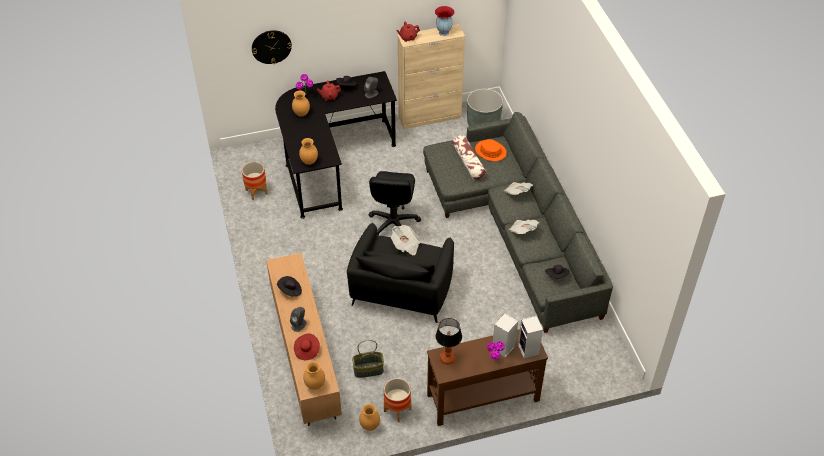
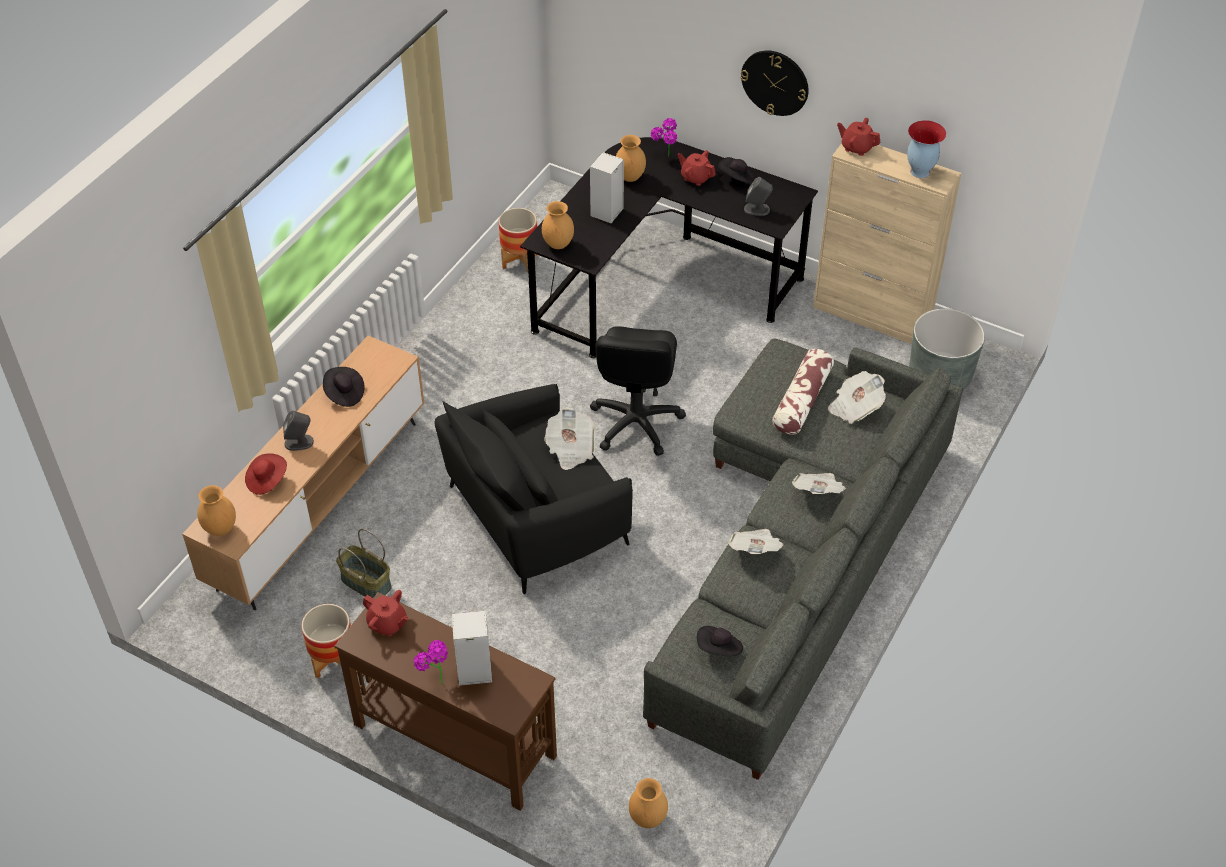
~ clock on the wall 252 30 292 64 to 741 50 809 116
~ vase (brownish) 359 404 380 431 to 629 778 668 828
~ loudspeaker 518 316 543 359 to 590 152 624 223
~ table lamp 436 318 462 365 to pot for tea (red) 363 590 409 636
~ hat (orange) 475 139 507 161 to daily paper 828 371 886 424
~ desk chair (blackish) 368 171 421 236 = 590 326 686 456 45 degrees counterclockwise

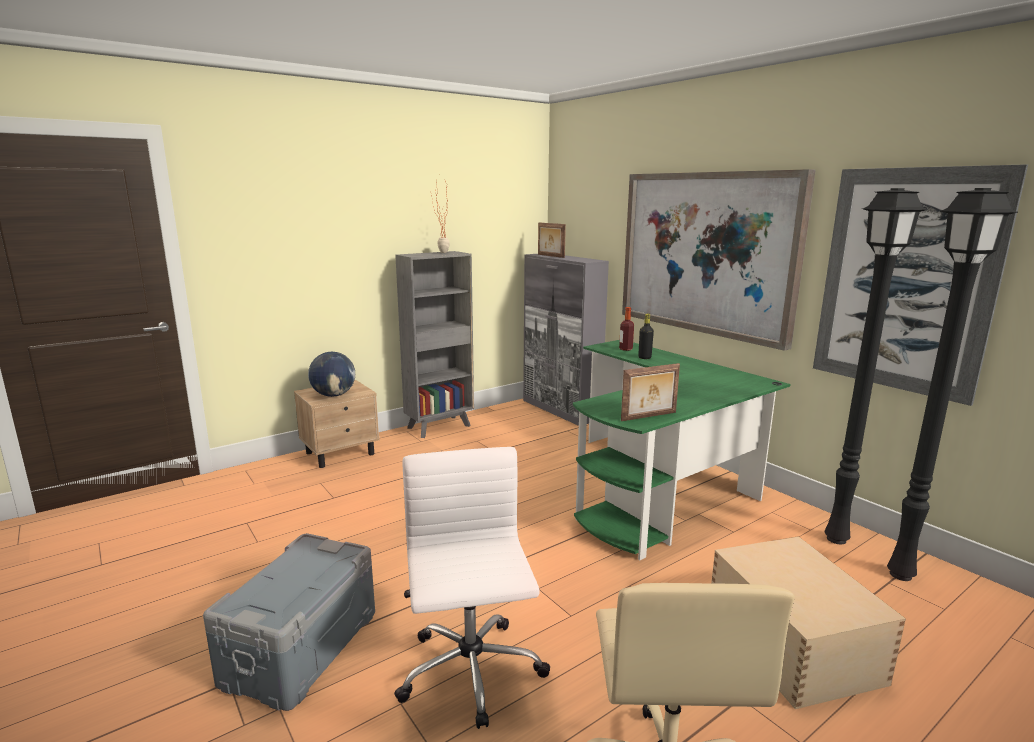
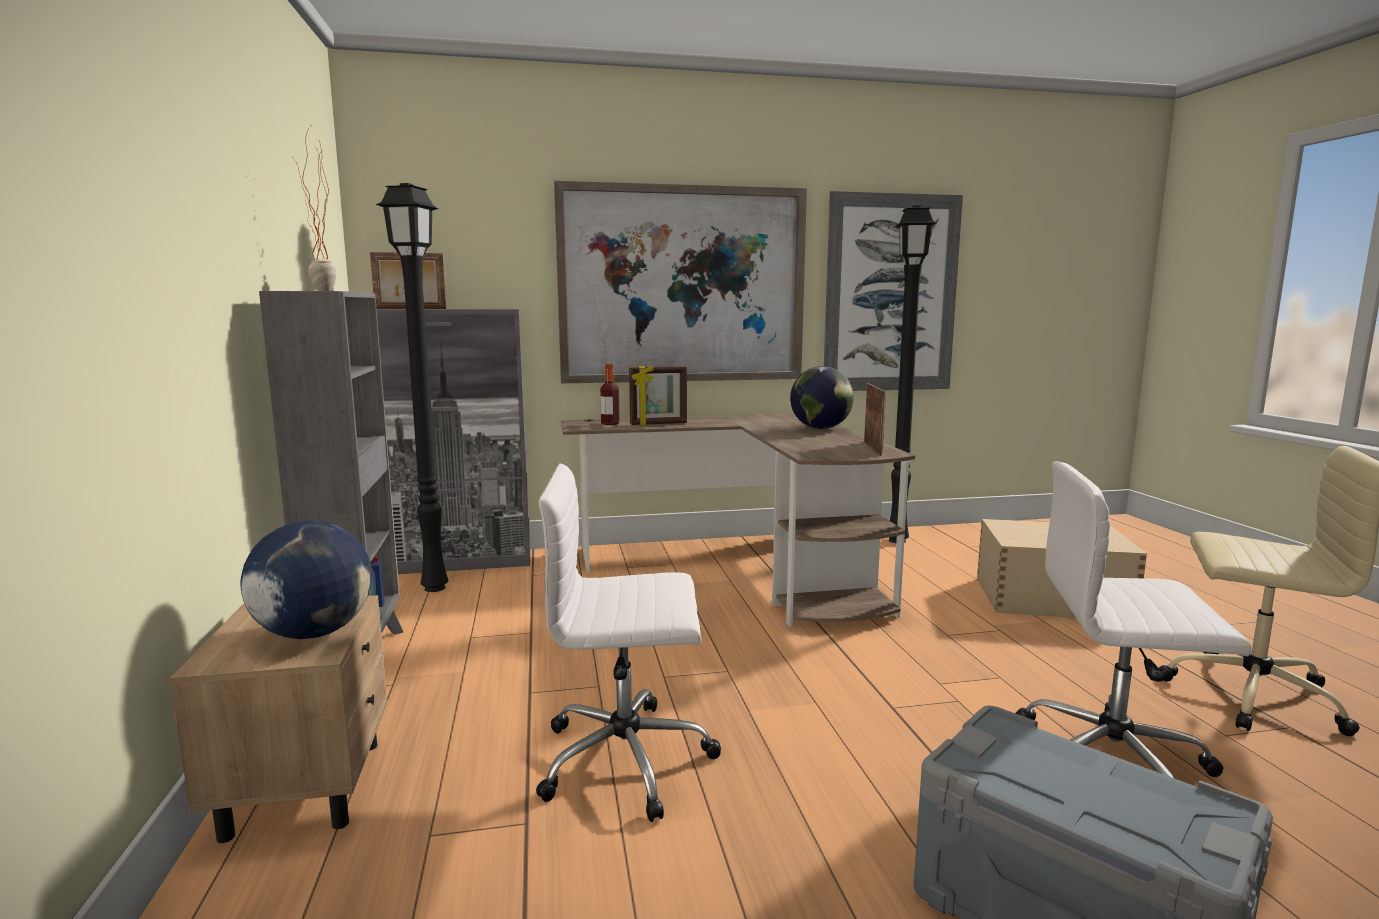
+ desk chair (white) 536 463 721 822
+ world globe 790 366 854 429
~ floor lamp (blackish) 887 188 1018 581 to 376 183 448 592
~ bottle (blackish) 638 314 654 359 to picture frame 629 365 687 425
~ desk table (greenish) 573 340 791 560 to desk table (brownish) 561 413 915 627

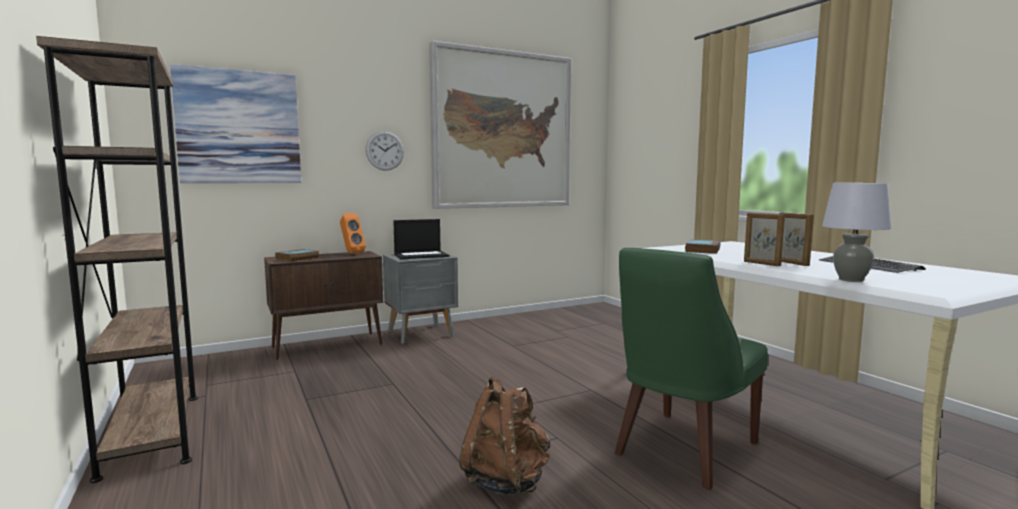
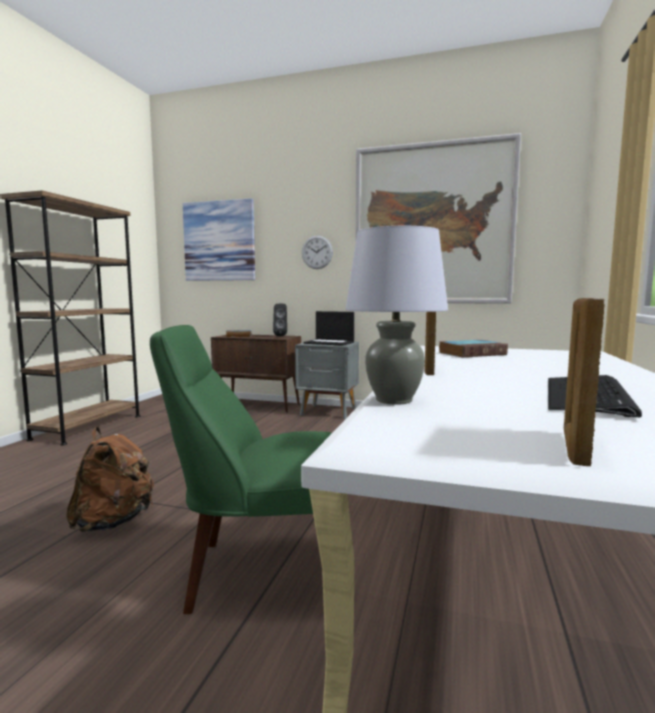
~ picture frame 779 212 814 266 to 564 298 605 466
~ loudspeaker (orange) 340 213 366 254 to loudspeaker (blackish) 273 304 287 337

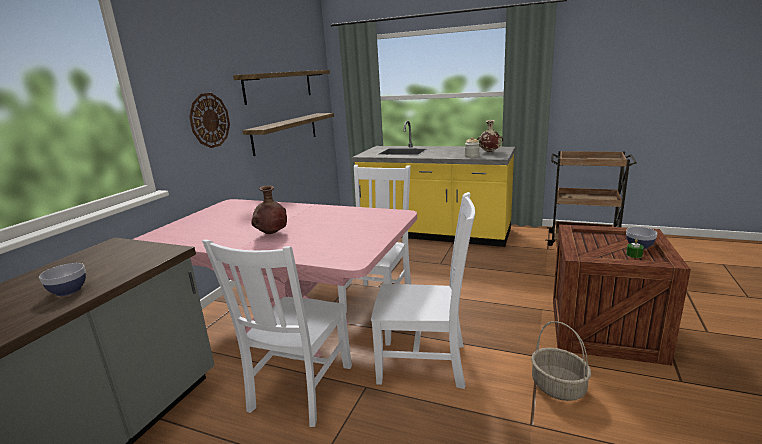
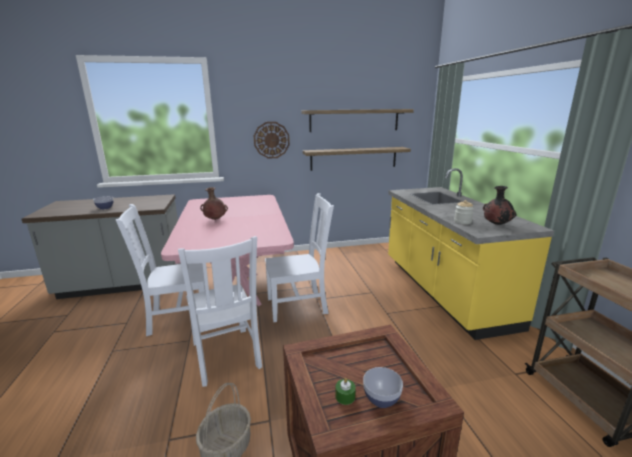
~ vase (beige) 477 120 503 152 to vase (blackish) 483 186 516 225

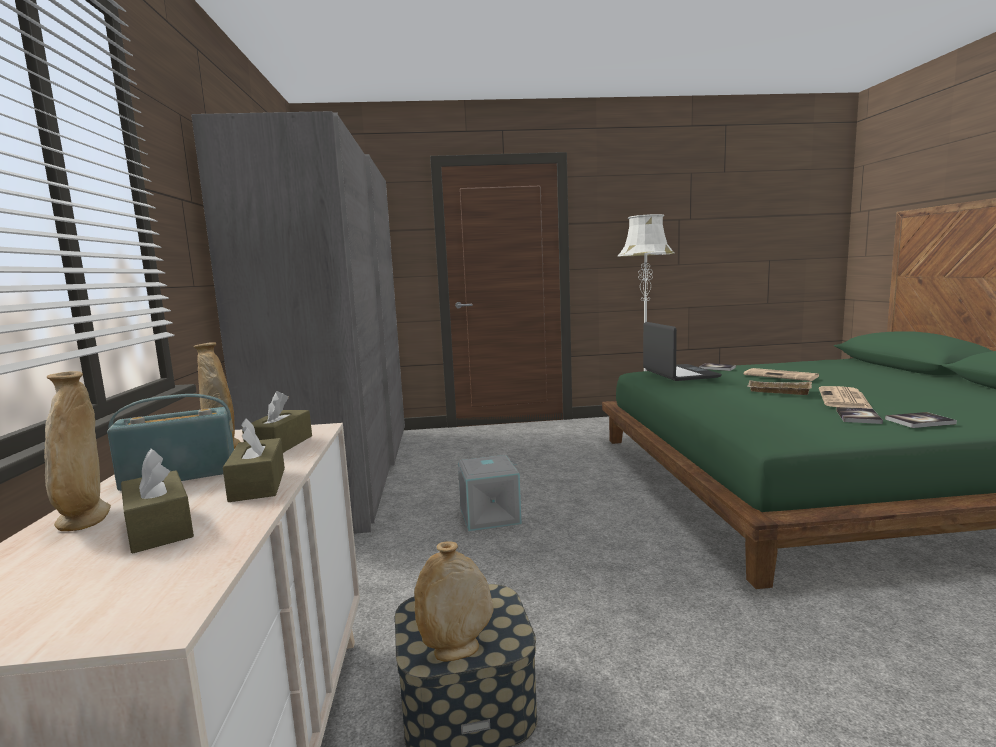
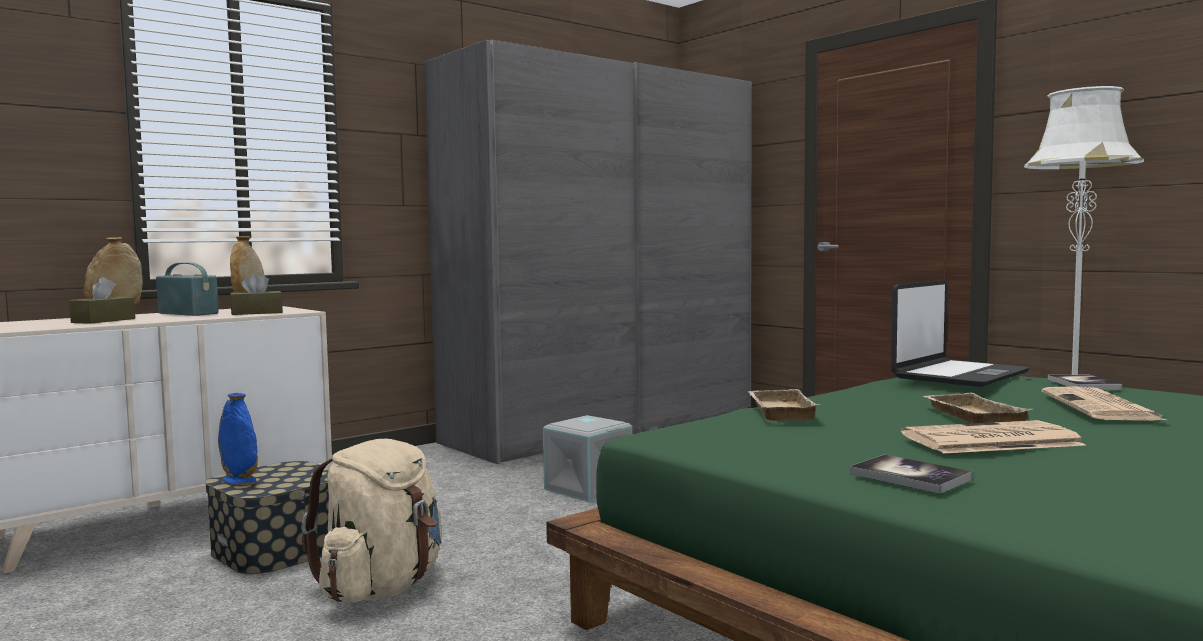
- tissue box (brownish) 223 418 285 502
- book 836 407 883 424
+ rucksack (beige) 301 439 442 602
+ tray (beige) 747 389 820 421
~ vase (beige) 414 542 494 662 to vase (bluish) 218 393 258 486

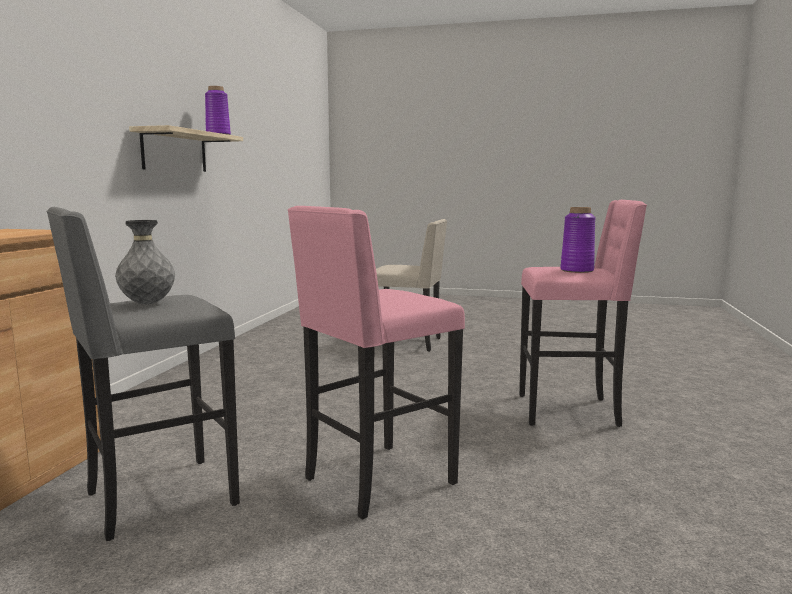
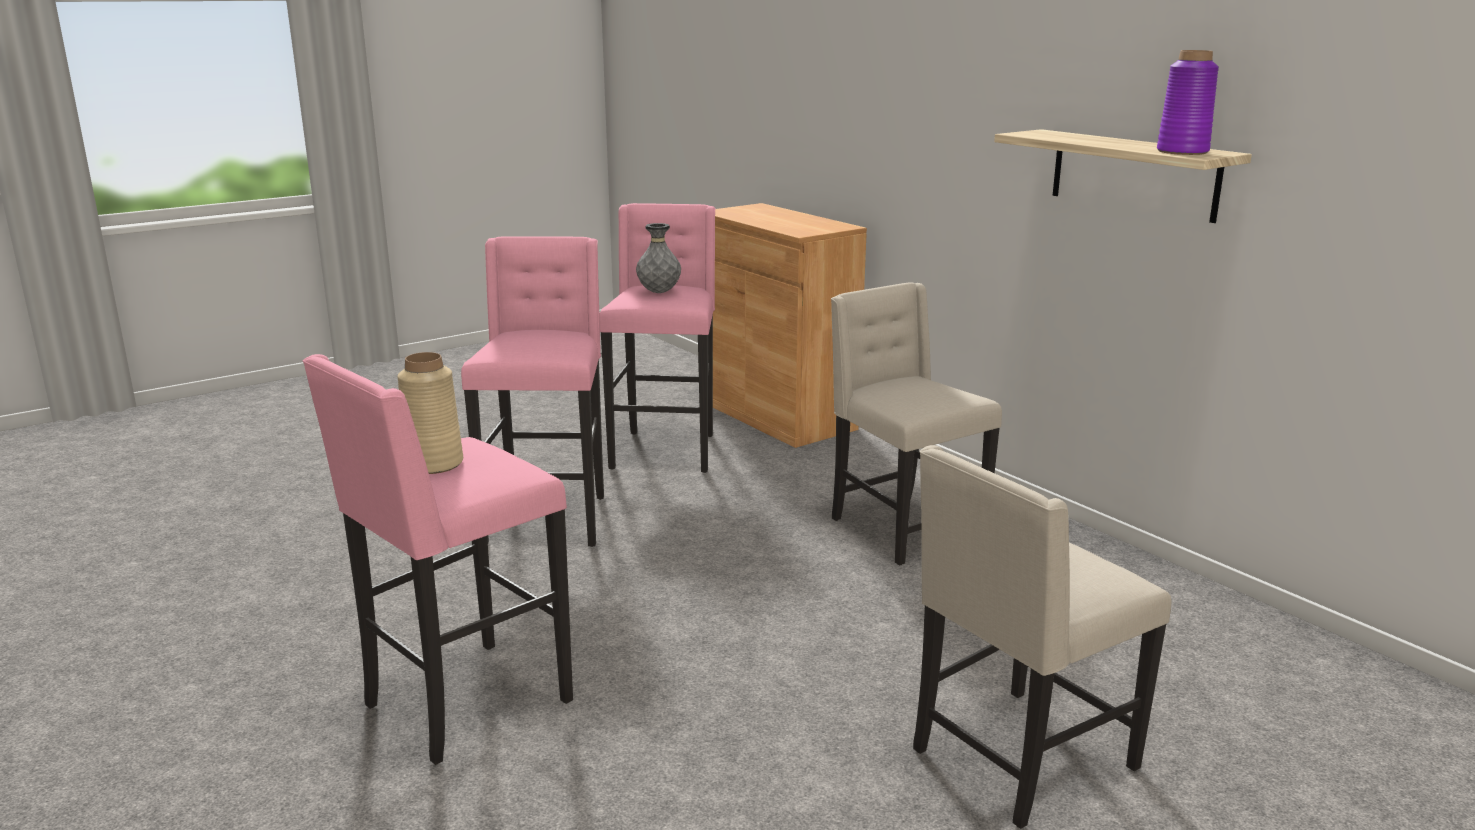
+ chair (beige) 831 282 1002 565
~ sitting stool (gray) 46 207 240 541 to sitting stool (pink-coloured) 599 203 715 473
~ vase (purple-coloured) 560 207 596 273 to vase (beige) 397 352 463 474

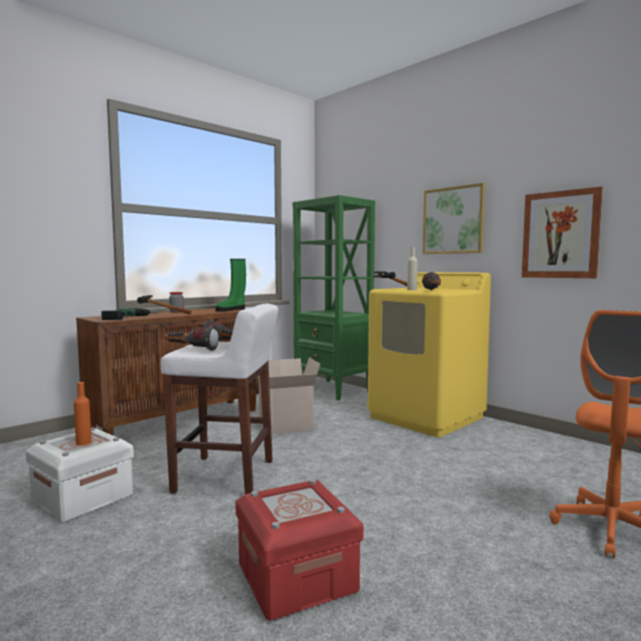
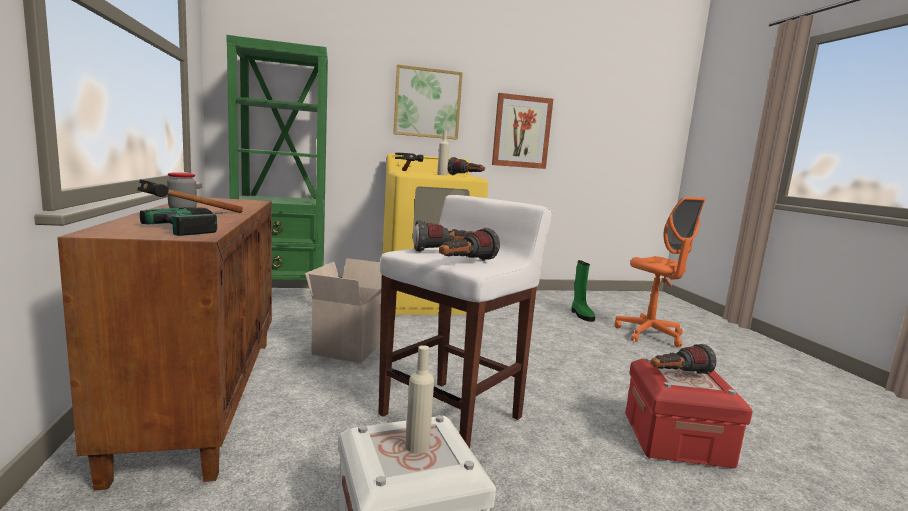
+ hand torch 650 344 716 374
~ high-top boot (greenish) 215 259 246 311 to 571 260 595 322
~ bottle (orange) 74 382 92 445 to bottle (beige) 405 345 434 454

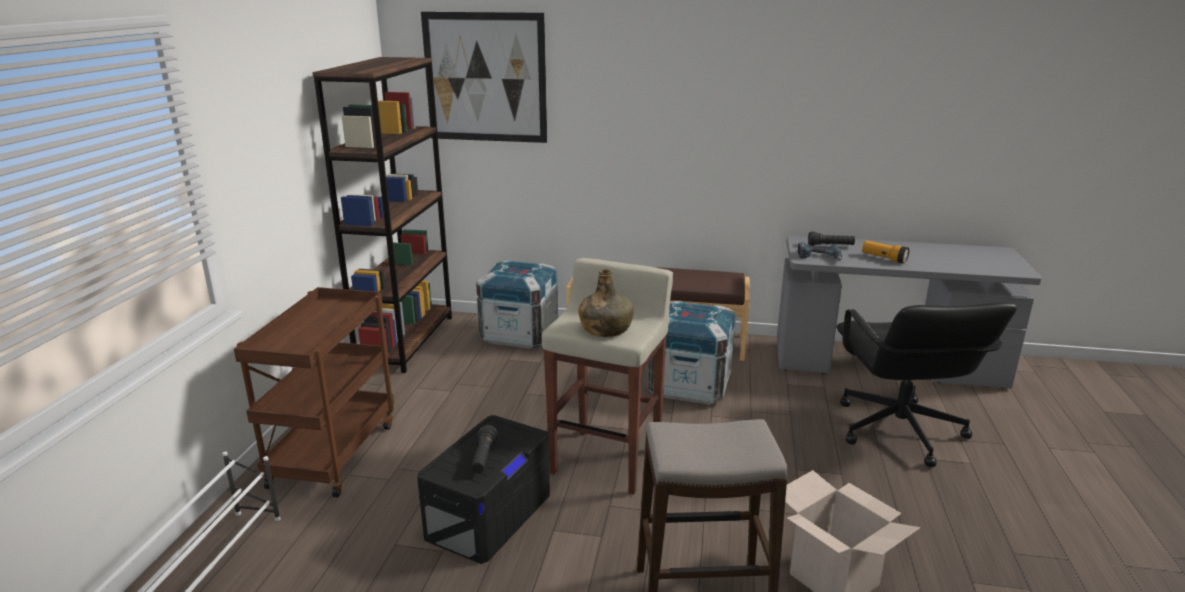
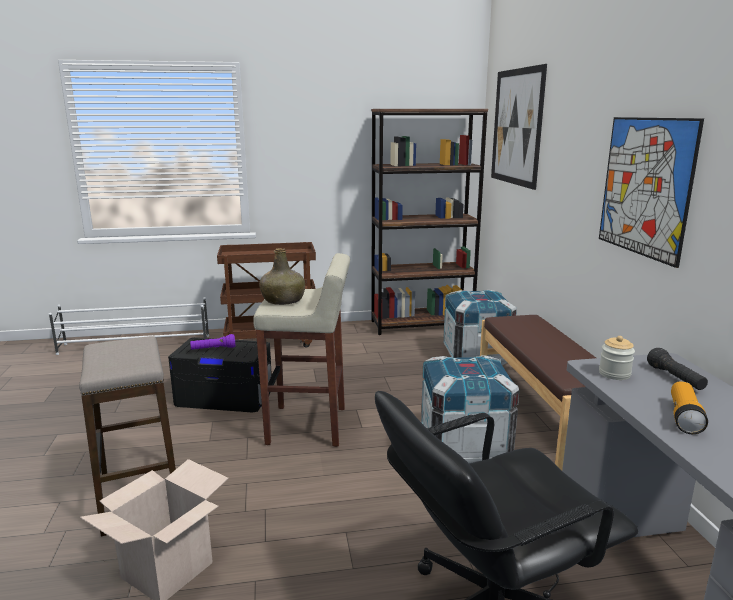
+ wall art 599 117 704 268
~ drill 798 242 842 261 to preserve jar 599 336 635 380
~ hand torch (blackish) 471 425 498 473 to hand torch (purple-coloured) 190 334 235 350

